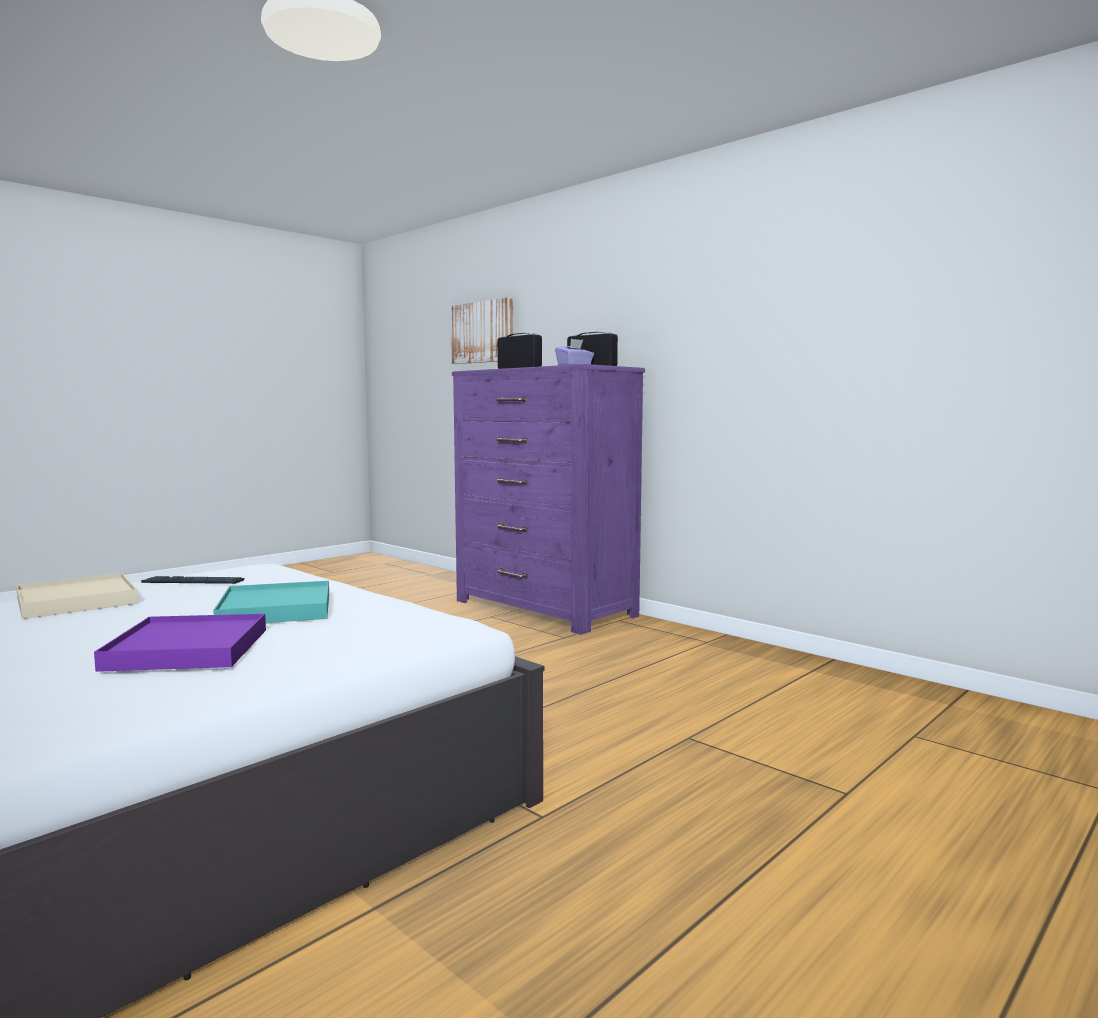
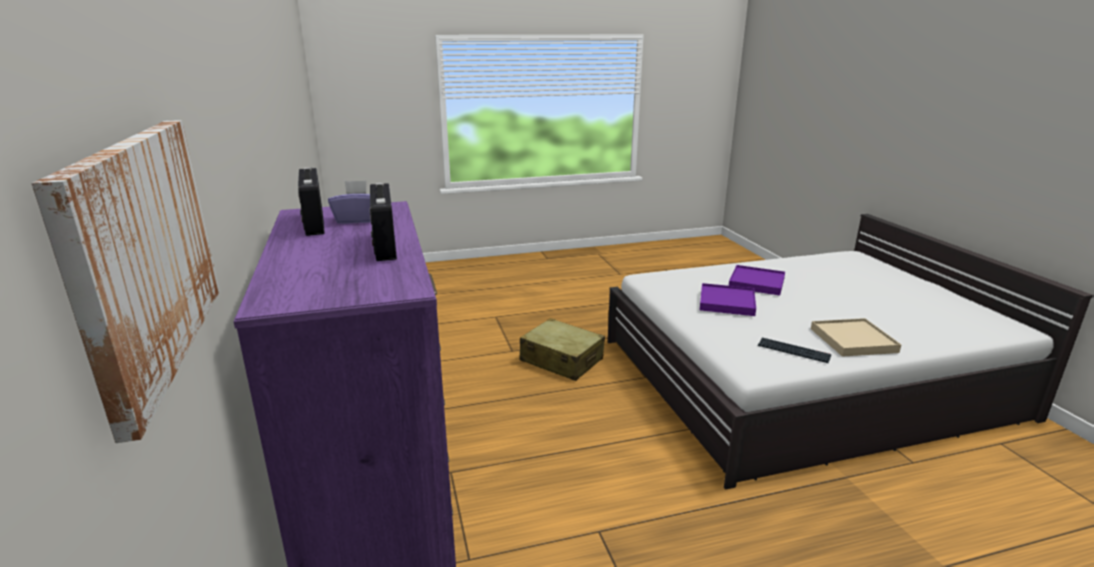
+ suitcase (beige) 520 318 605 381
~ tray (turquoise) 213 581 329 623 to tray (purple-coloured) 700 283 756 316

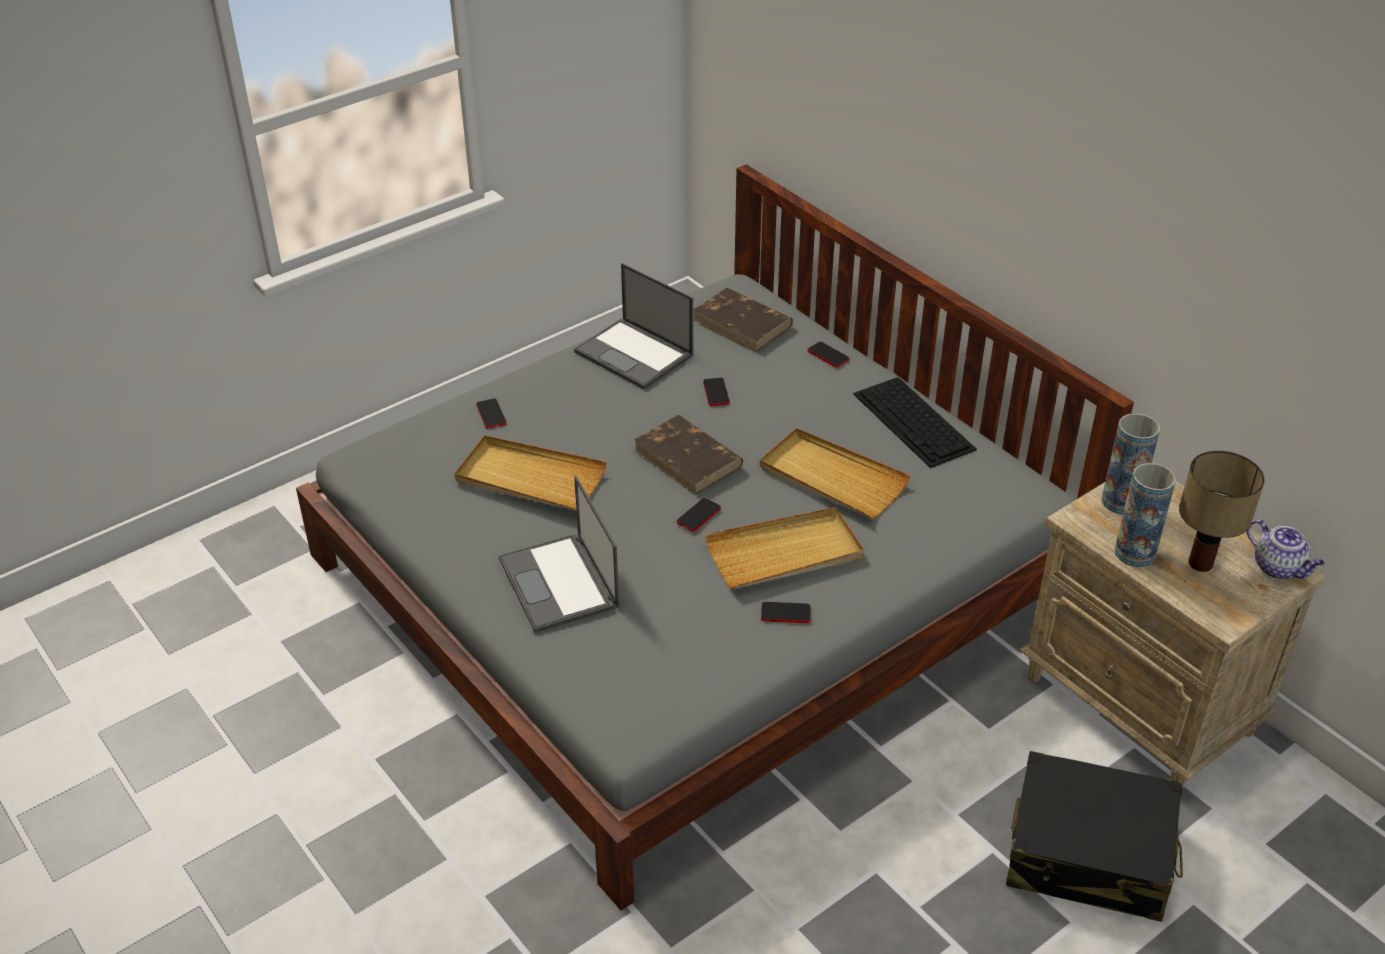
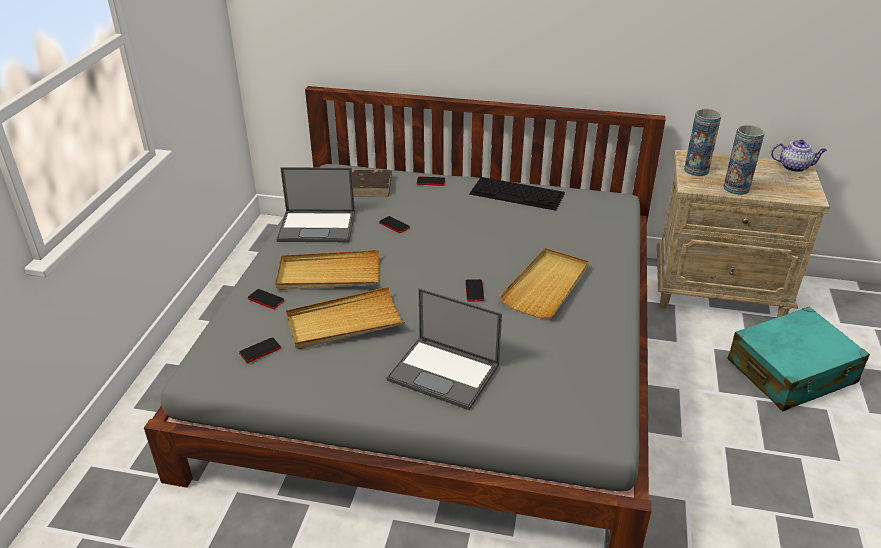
- book (brownish) 634 415 743 495
- table lamp 1179 451 1265 572
~ tray (beige) 760 428 911 518 to 275 250 379 290
~ phone 761 602 810 623 to 239 338 281 363
~ suitcase (blackish) 1006 751 1183 922 to suitcase (turquoise) 727 307 870 411

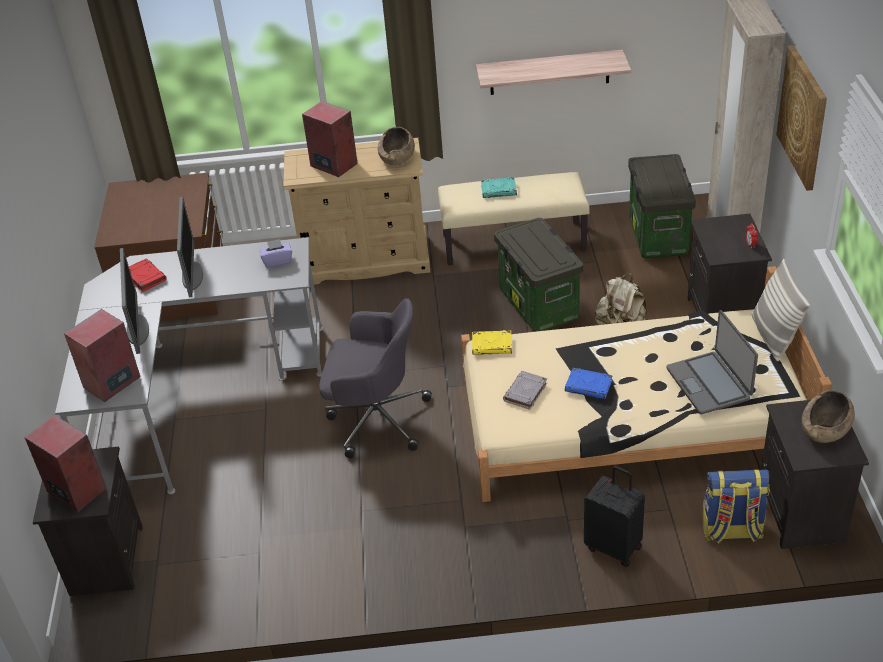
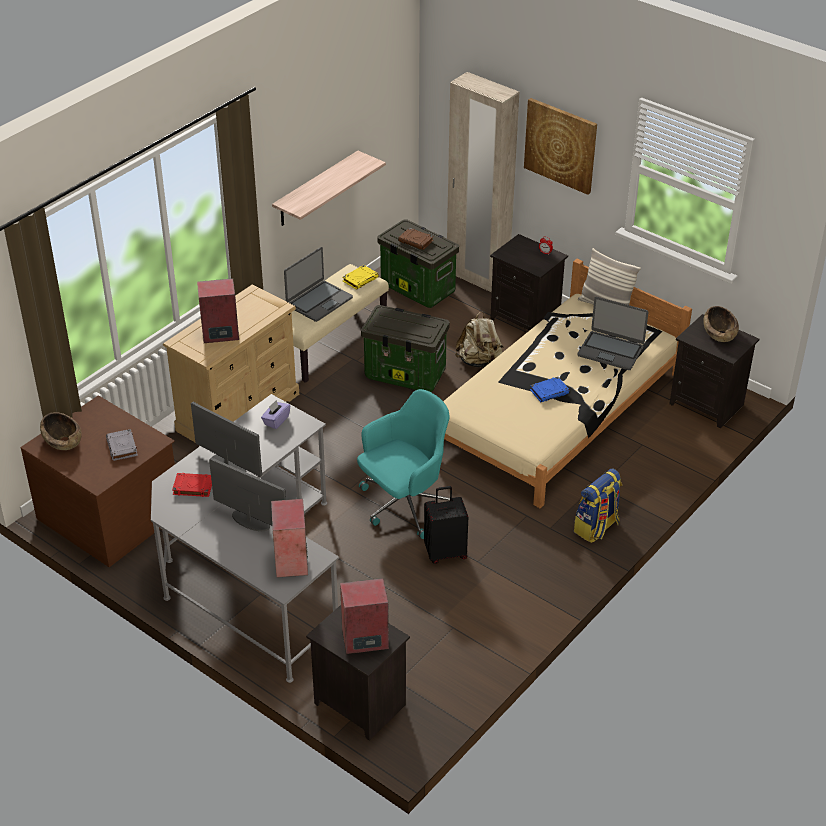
+ book (brownish) 398 228 434 250
~ serving bowl (brownish) 378 127 415 165 to 40 412 82 450
~ book (yellow) 472 330 512 355 to 342 265 379 290
~ book (gray) 503 371 547 410 to 106 429 138 461
~ suitcase (blackish) 584 466 645 567 to 424 486 468 564
~ rucksack 702 469 770 543 to 574 469 622 543
~ book (turquoise) 481 177 517 198 to laptop 284 247 353 322
~ desk chair (gray) 319 298 432 458 to desk chair (turquoise) 357 389 450 539

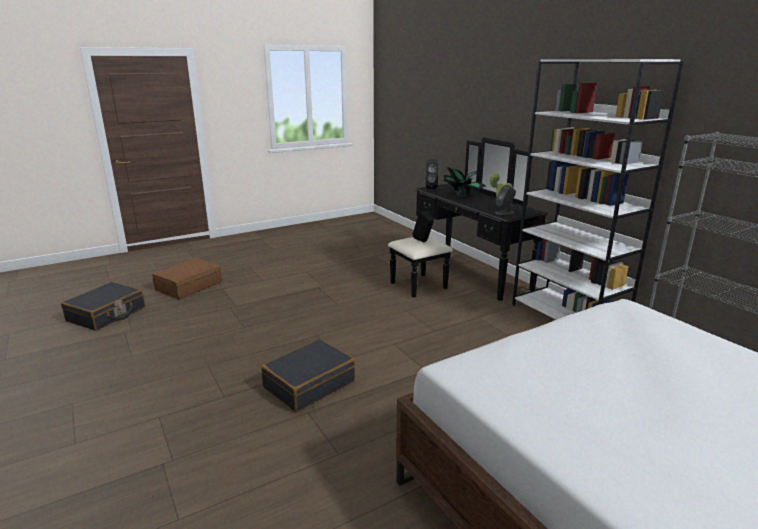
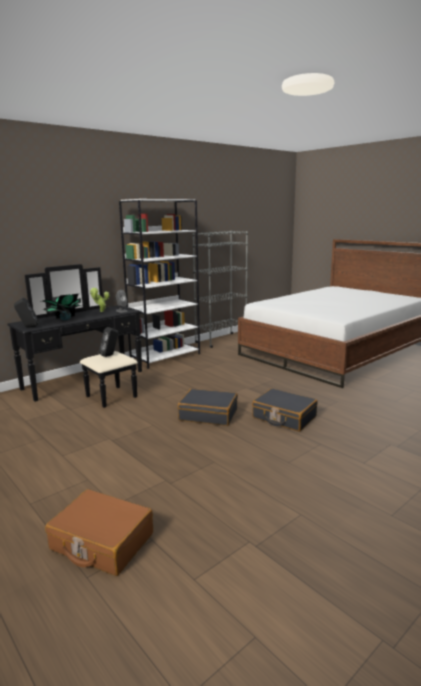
~ suitcase (blackish) 61 282 145 331 to 178 389 238 426

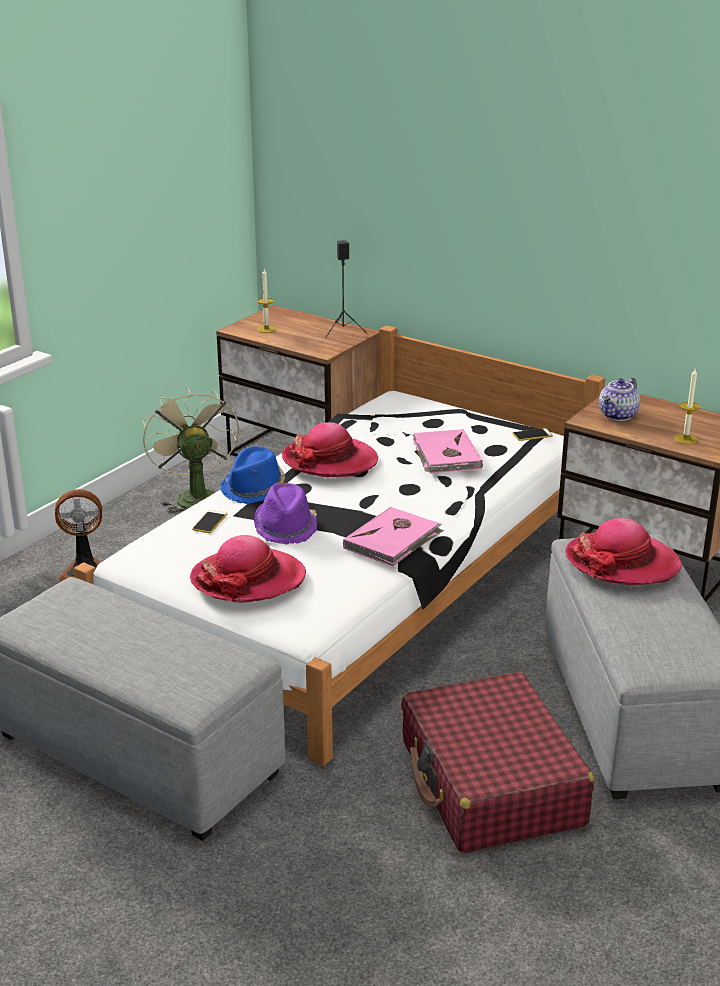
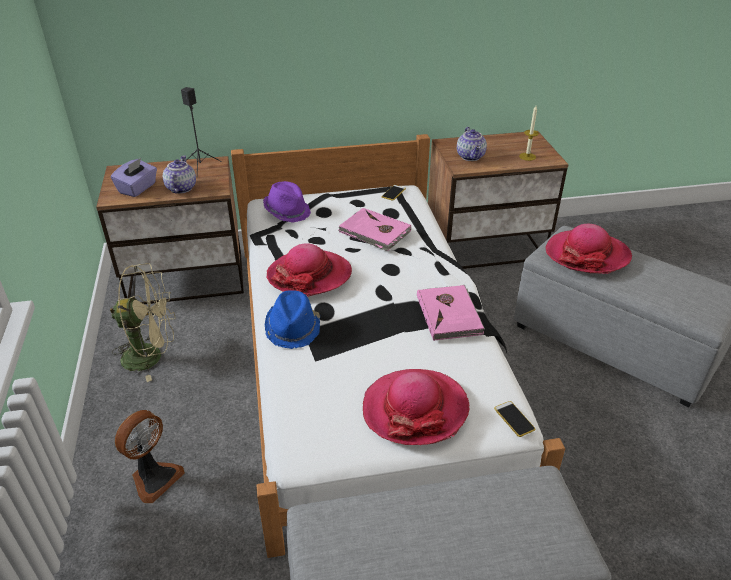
- suitcase (red) 401 672 594 853
+ pot for tea 163 156 196 194
~ phone 192 510 227 533 to 494 401 535 437
~ hat (purple-coloured) 254 483 317 545 to 263 181 311 223
~ wax light 257 268 276 333 to tissue box (purple-coloured) 111 158 157 197
~ cooling fan (beige) 143 386 239 513 = 110 263 176 382 150 degrees clockwise

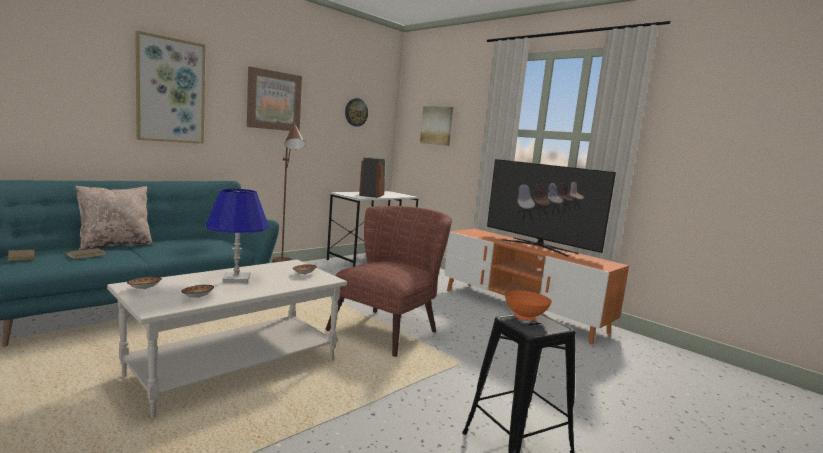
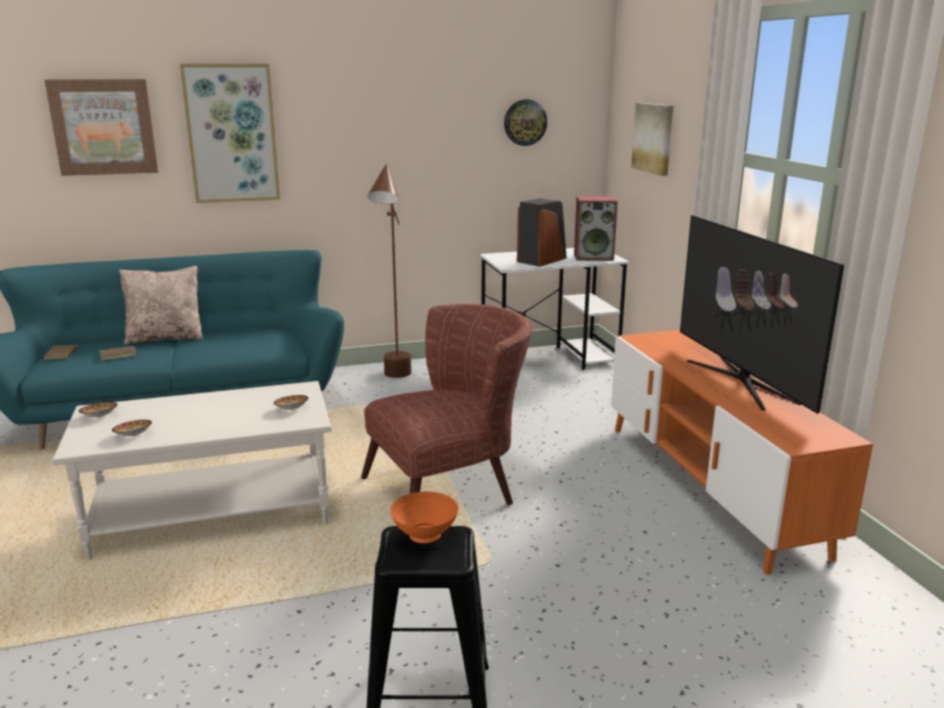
- table lamp (bluish) 206 189 269 283
+ loudspeaker 574 196 618 261
~ wall art 247 67 302 131 to 44 79 158 176

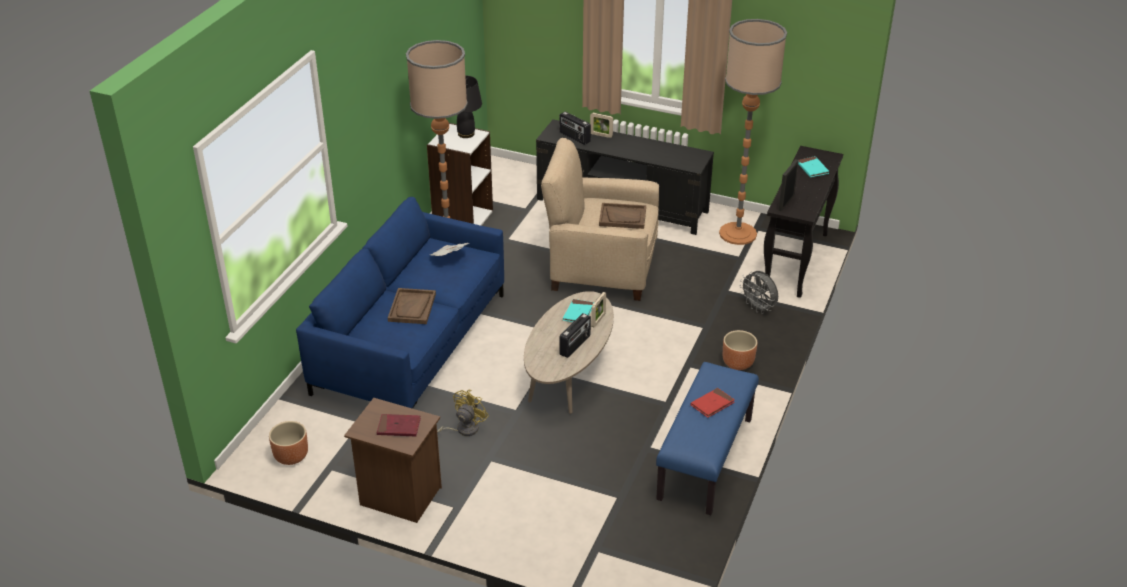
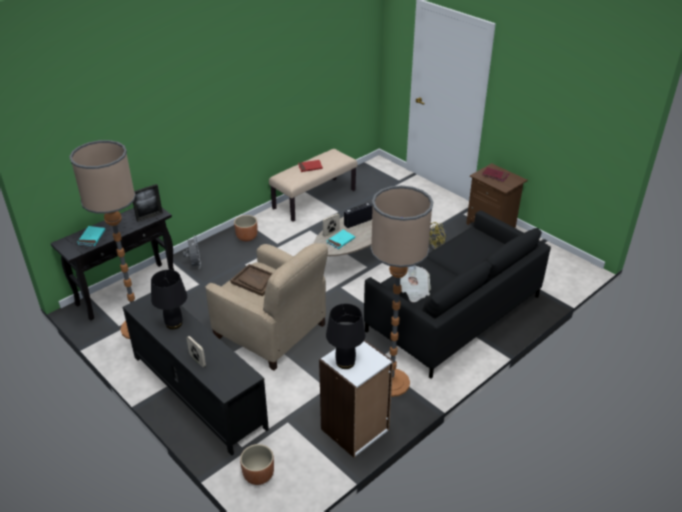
- tray (brownish) 388 288 436 324
- radio 560 112 591 145
+ table lamp (blackish) 151 270 187 330
~ flower pot (brownish) 269 421 308 465 to 240 444 274 485
~ couch (bluish) 296 197 504 409 to couch (blackish) 364 211 551 379
~ bench (bluish) 656 362 759 515 to bench (beige) 269 149 357 222

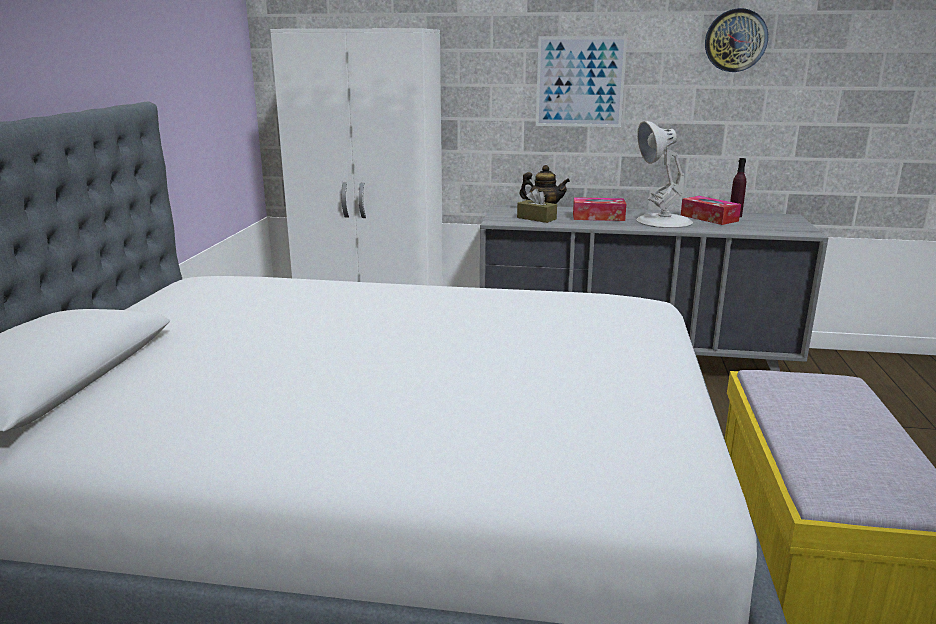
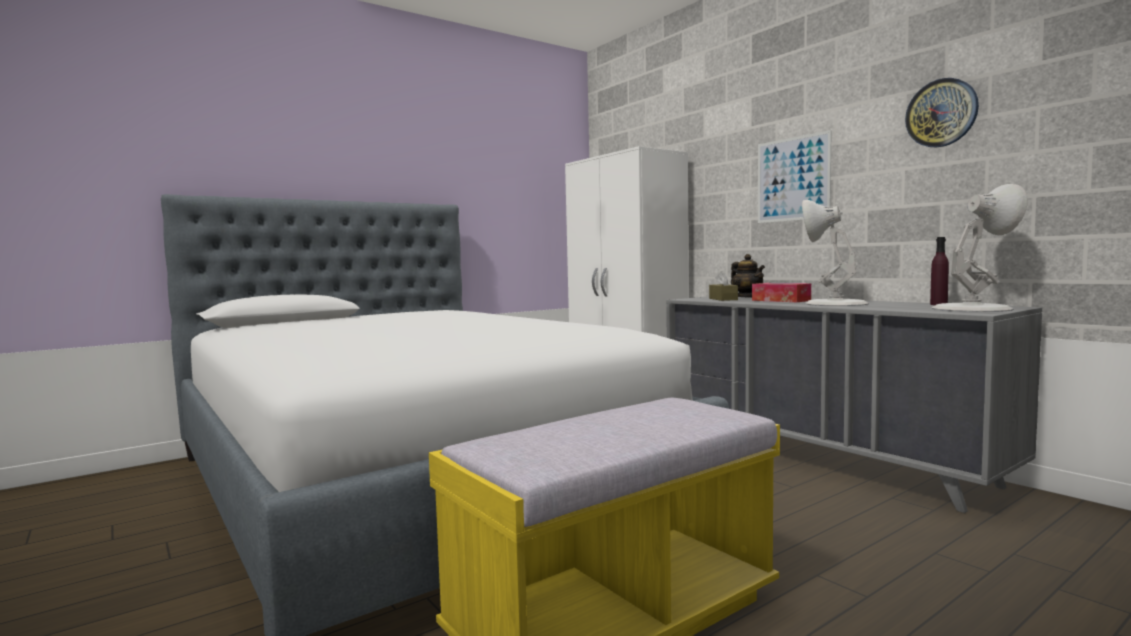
- tissue box 681 196 741 225
+ table lamp (white) 932 184 1028 312

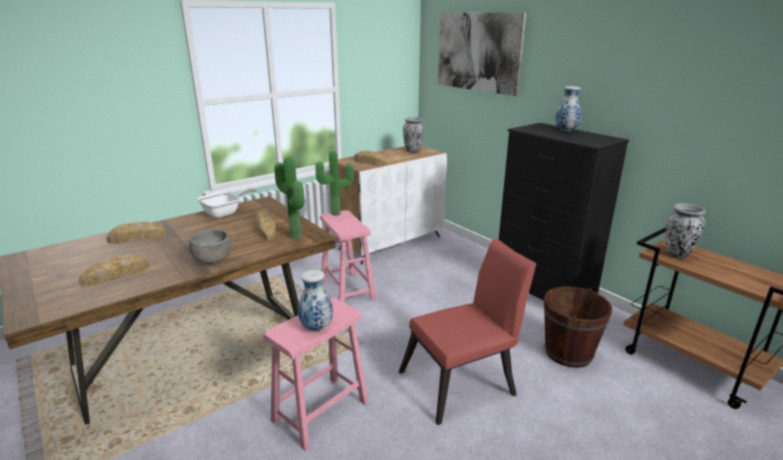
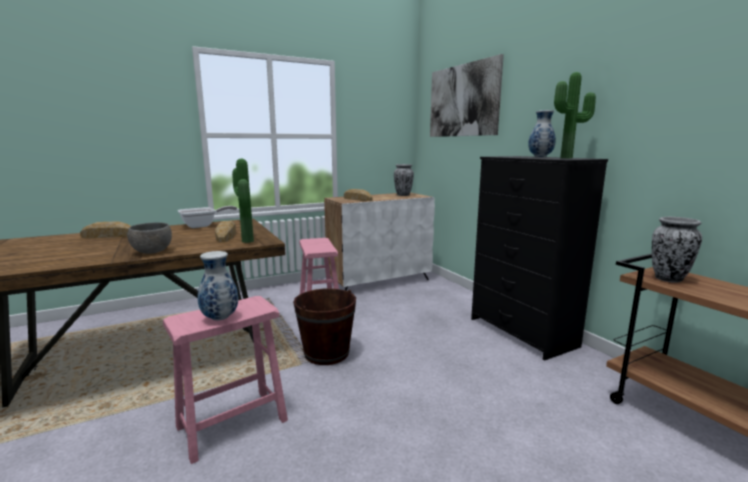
- bakery bread 79 254 149 287
- chair (red) 399 238 537 425
~ houseplant 316 151 354 216 to 554 72 596 158
~ pail (brownish) 544 286 612 368 to 293 289 356 365

